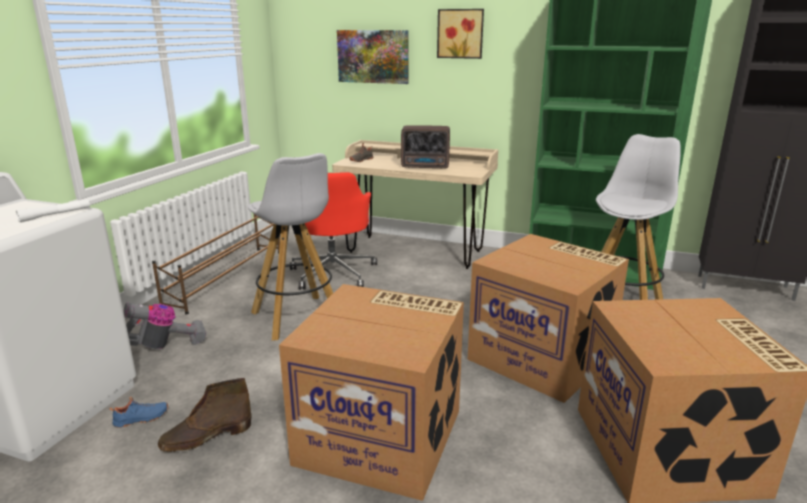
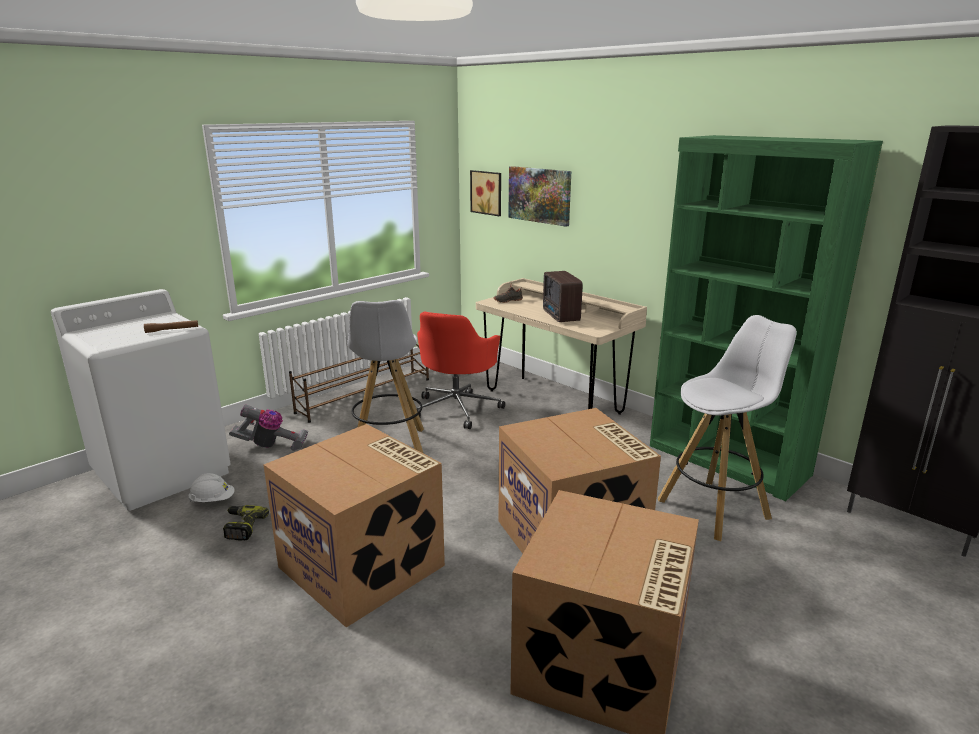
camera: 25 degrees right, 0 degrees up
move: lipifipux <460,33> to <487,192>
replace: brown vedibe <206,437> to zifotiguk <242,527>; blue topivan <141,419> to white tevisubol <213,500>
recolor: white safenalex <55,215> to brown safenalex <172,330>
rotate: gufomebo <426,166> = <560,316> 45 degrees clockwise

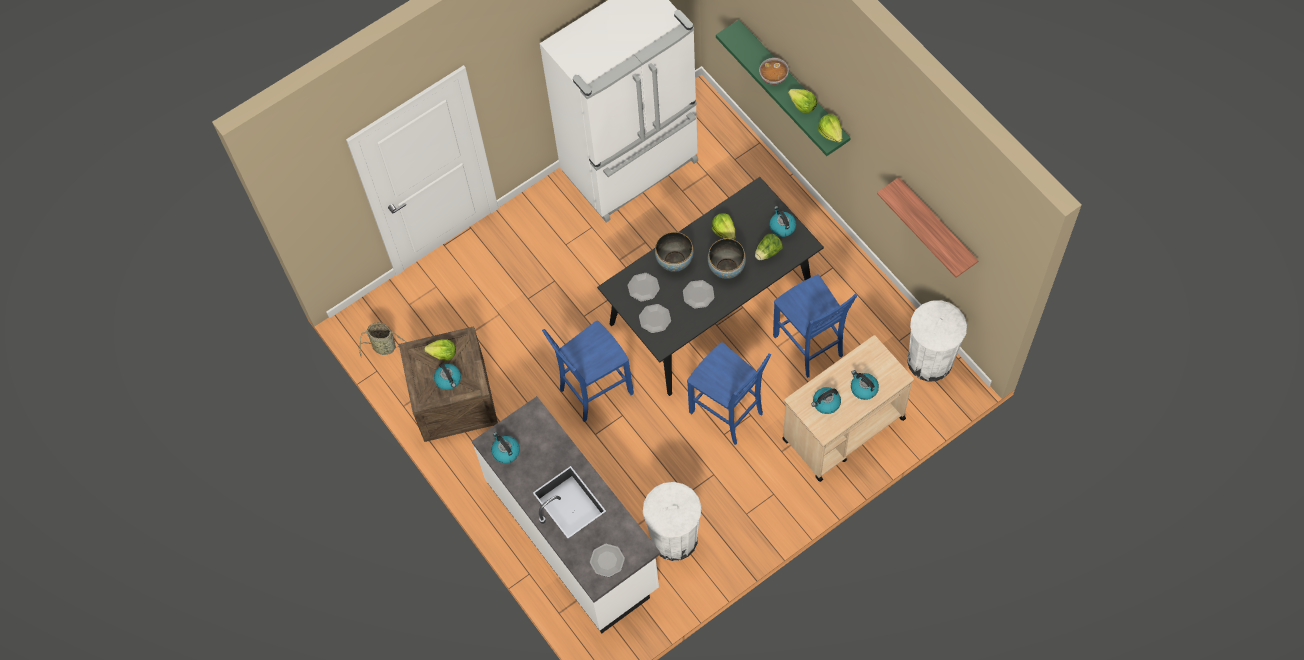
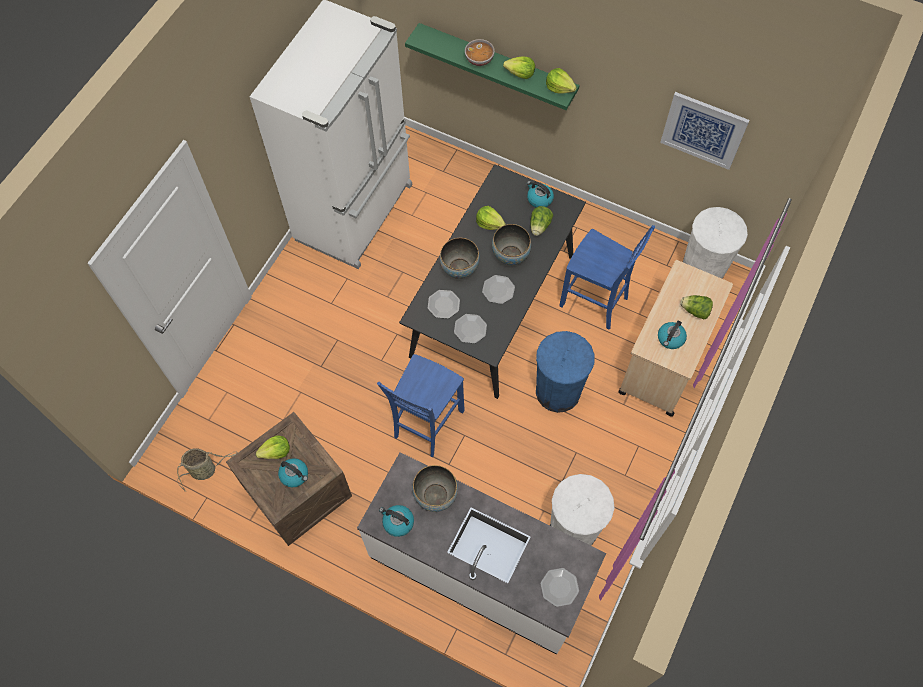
camera: 30 degrees left, 0 degrees up
insert: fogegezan <435,495>
replace: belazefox <936,225> to lipifipux <703,130>; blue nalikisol <727,413> to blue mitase <558,391>; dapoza <863,388> to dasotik <695,311>

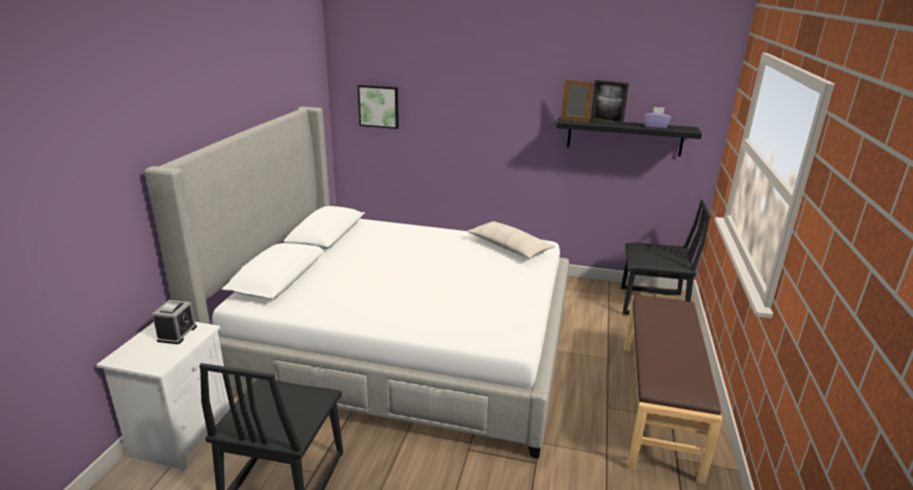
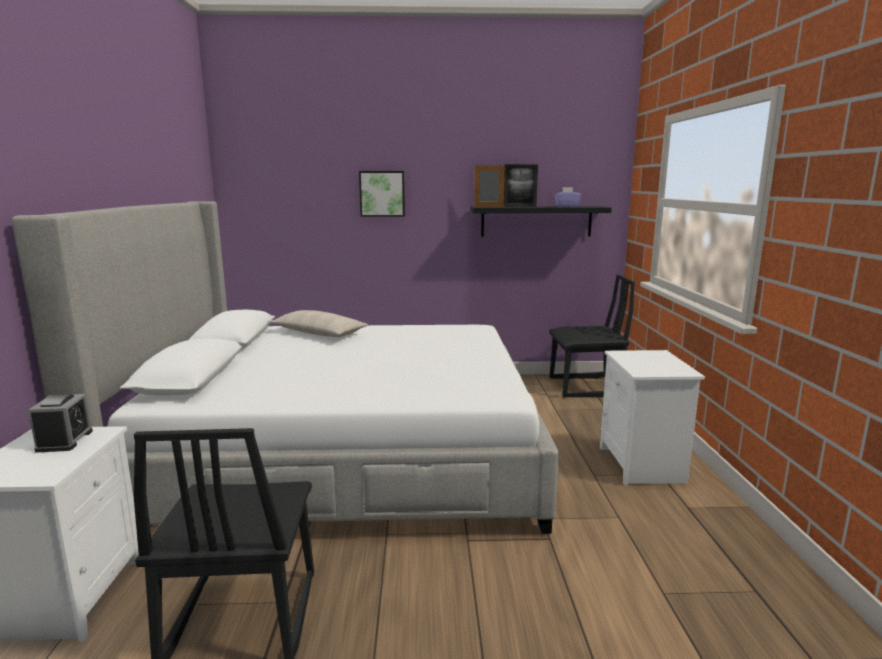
camera: 15 degrees left, 10 degrees down
move: lipifipux <379,106> to <382,194>; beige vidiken <509,247> to <319,334>
replace: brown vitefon <659,405> to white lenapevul <643,465>

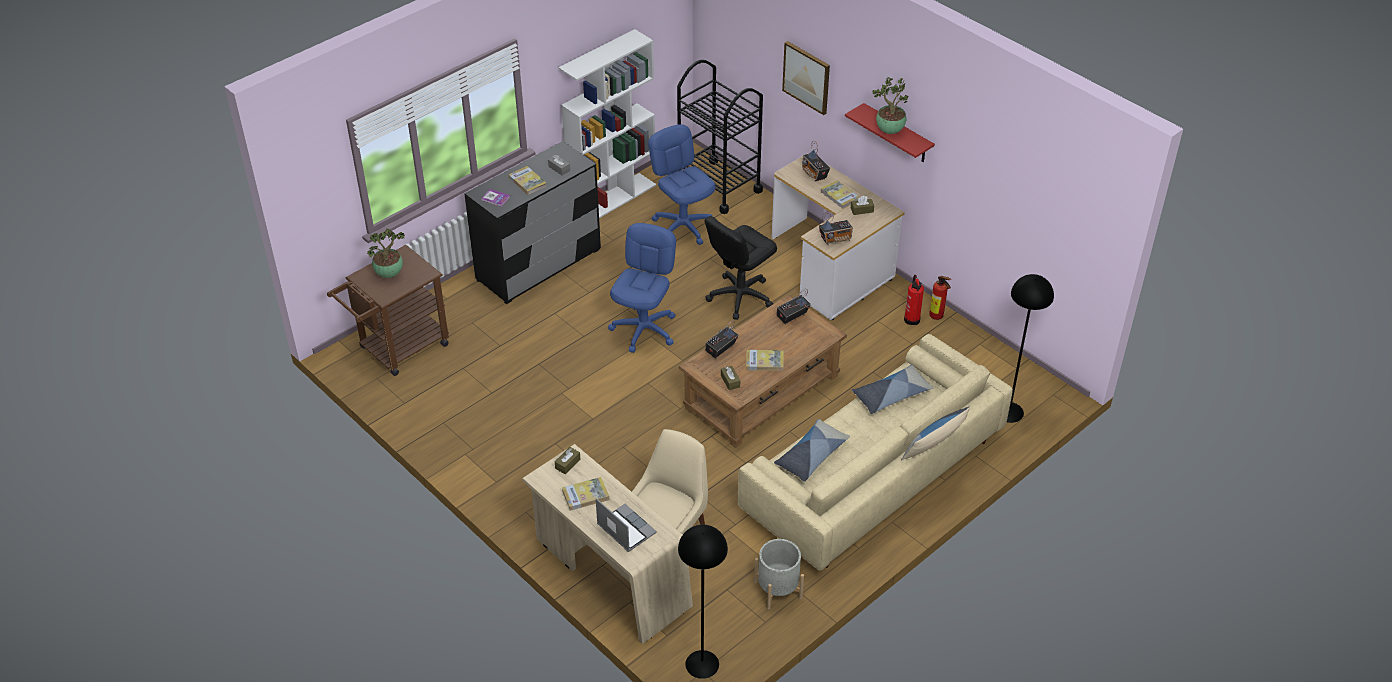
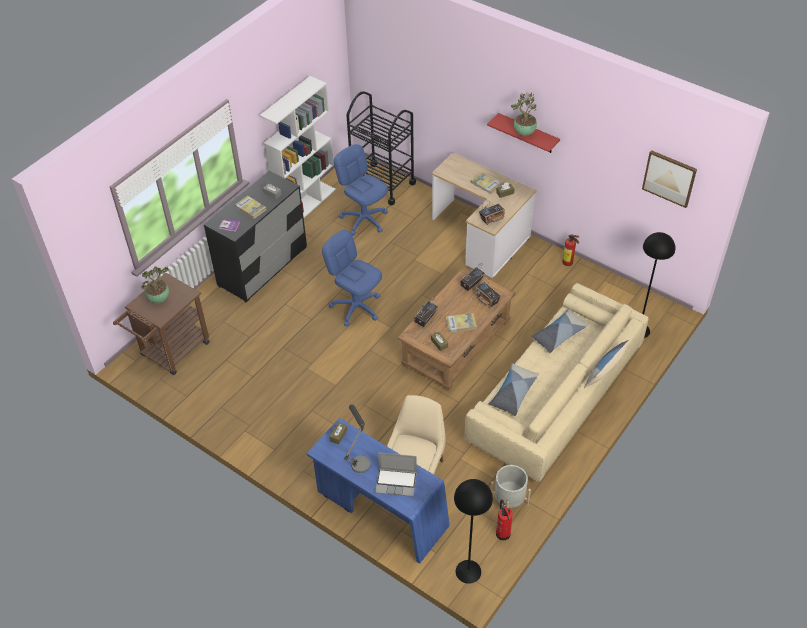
camera: 10 degrees left, 5 degrees up
delete: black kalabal <740,296>
move: lipifipux <807,77> to <669,178>; gufomebo <814,174> to <487,300>; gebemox <912,318> to <503,532>
replace: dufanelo <585,495> to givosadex <359,459>
recolor: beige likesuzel <609,574> to blue likesuzel <380,510>
rotate: blue kalabal <644,330> = <356,307> 60 degrees counterclockwise; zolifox <625,529> = <396,482> 150 degrees clockwise

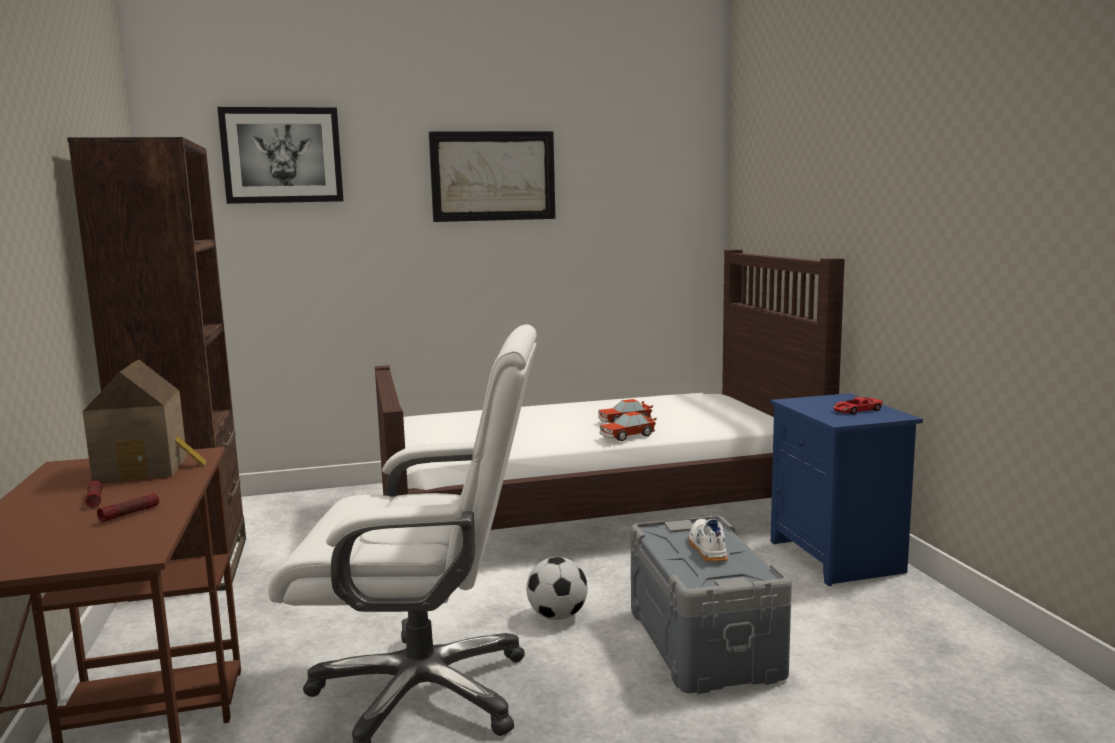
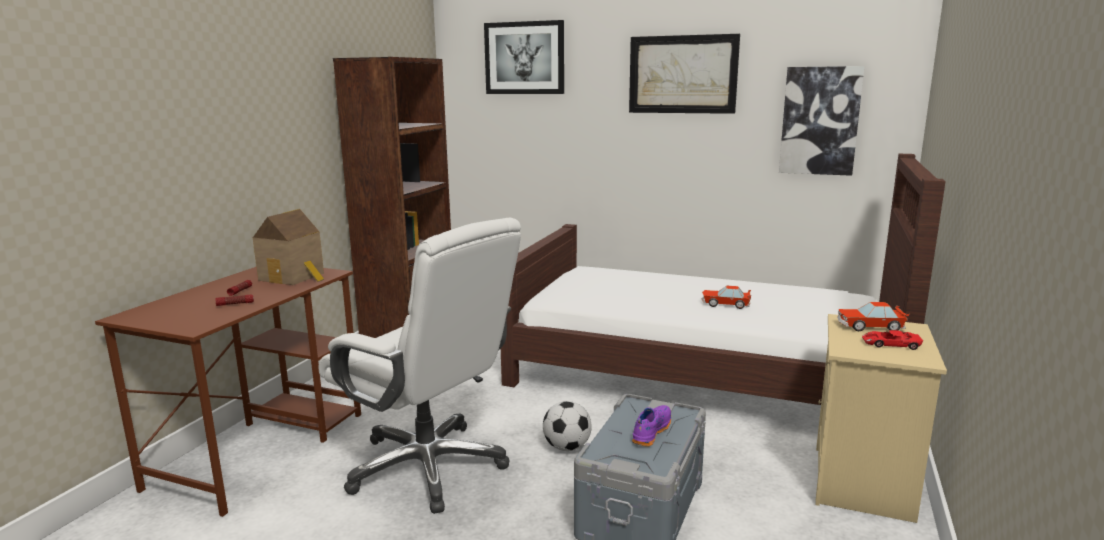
camera: 35 degrees right, 5 degrees up
insert: lipifipux <819,121>
move: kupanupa <627,436> to <869,327>
recolor: blue lenapevul <839,558> to beige lenapevul <864,484>; white topivan <706,549> to purple topivan <650,432>

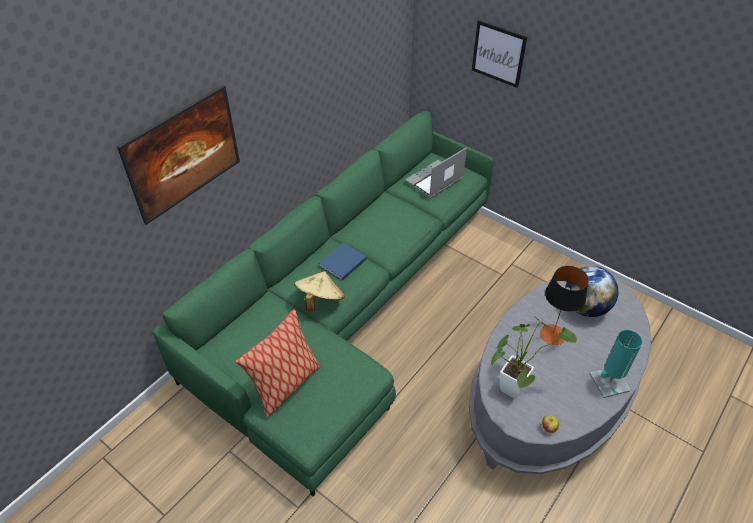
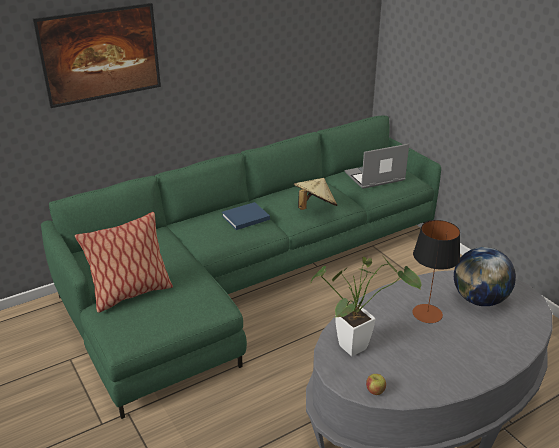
camera: 20 degrees right, 15 degrees down
delete: lipifipux <498,54>; turquoise givosadex <609,382>
move: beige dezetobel <320,300> to <314,208>

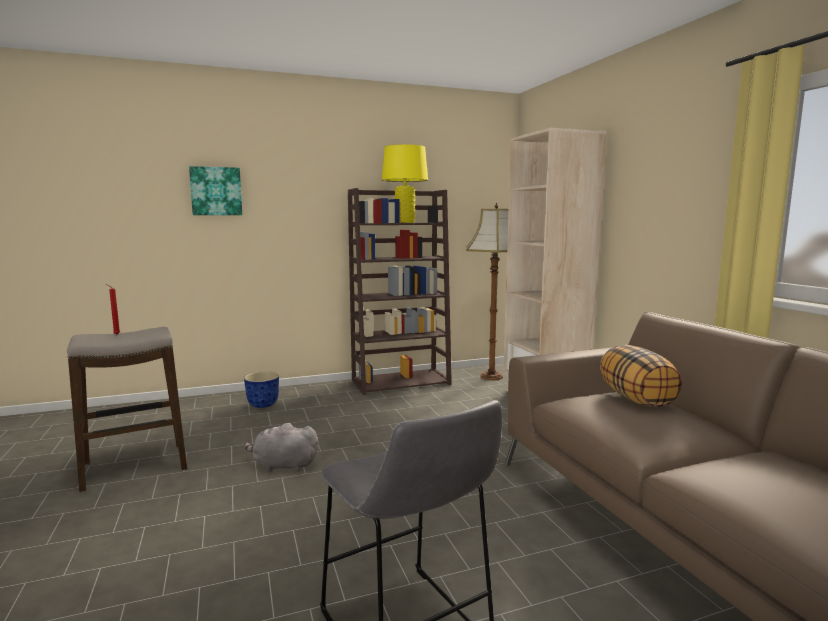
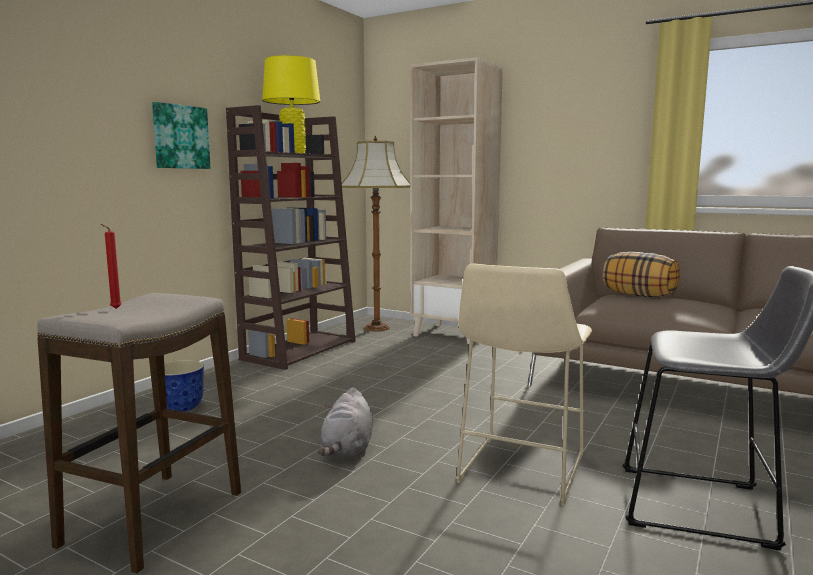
camera: 40 degrees left, 0 degrees up
insert: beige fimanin <519,471>
move: lipifipux <216,191> to <180,137>
rotate: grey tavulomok <283,465> = <348,450> 45 degrees counterclockwise

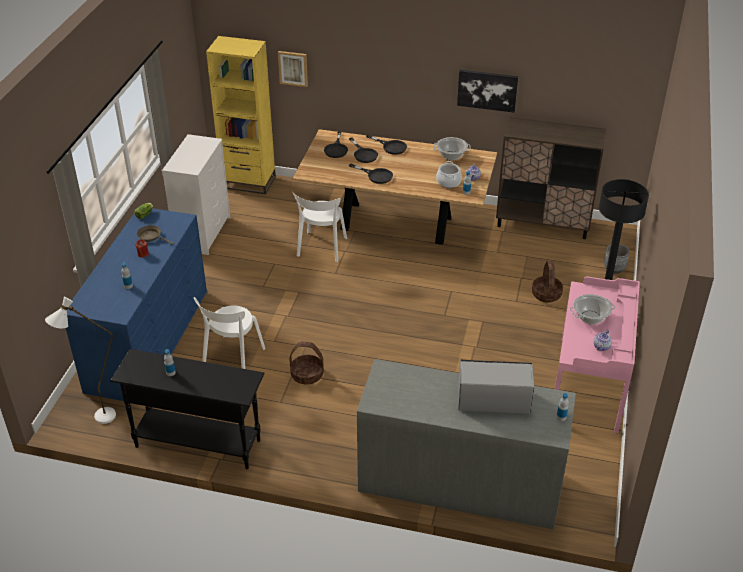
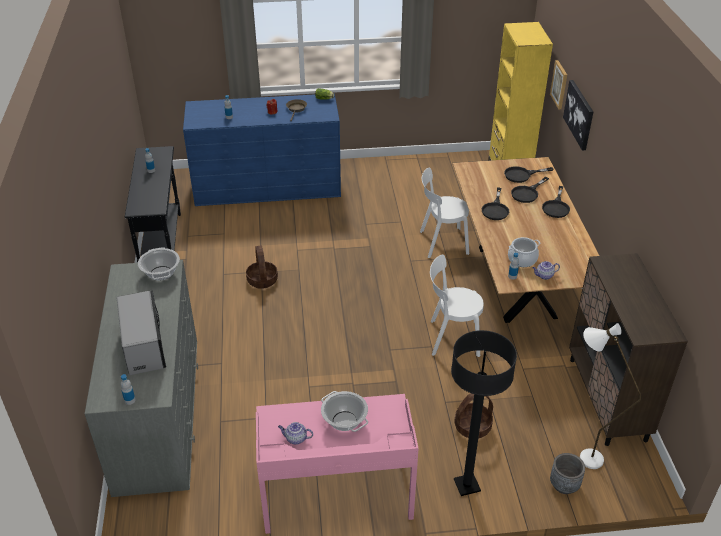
camera: 70 degrees right, 0 degrees up
delete: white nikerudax <203,233>
move: lipifipux <487,90> to <579,114>; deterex <451,156> to <161,273>; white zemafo <98,420> to <582,456>; white nalikisol <232,358> to <451,338>

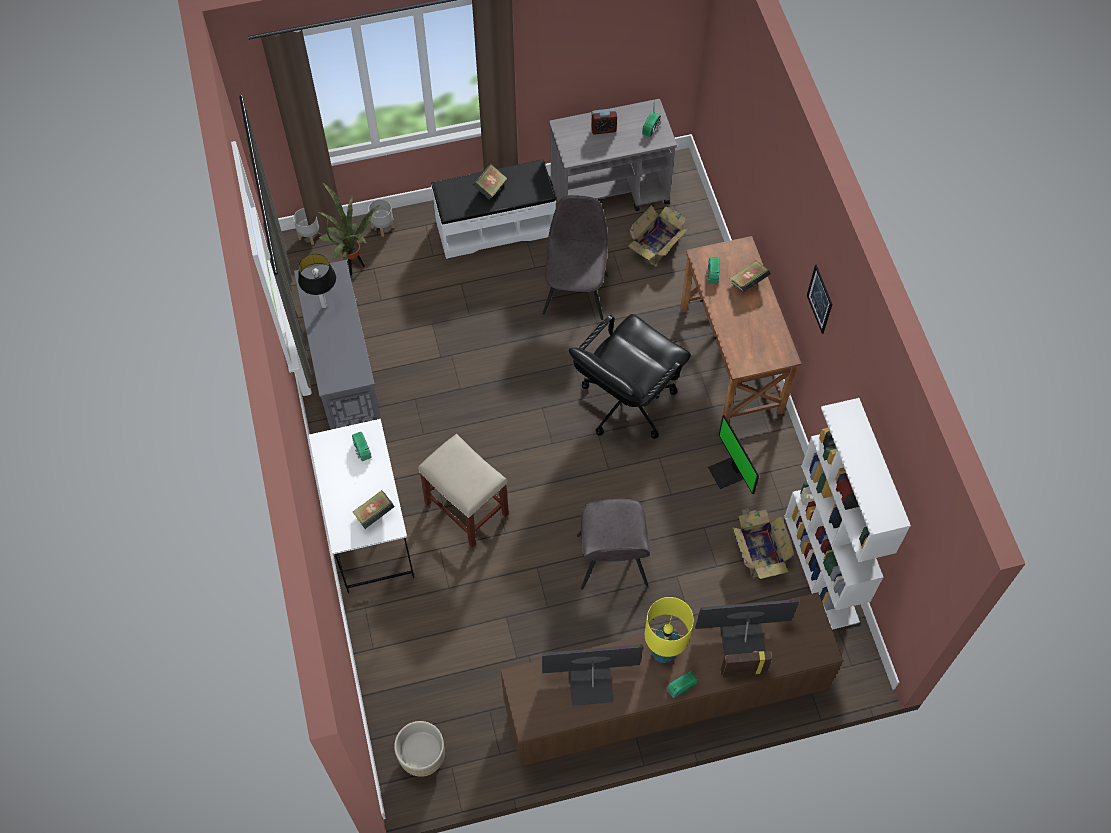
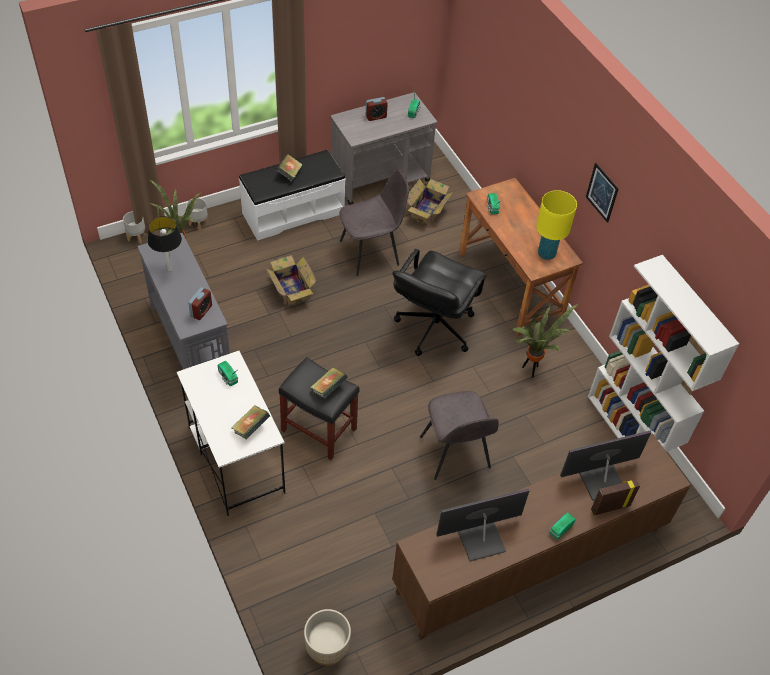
camera: 15 degrees left, 10 degrees down
insert: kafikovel <201,311>
move: dufanelo <748,283> to <328,389>; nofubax <759,550> to <291,288>; yellow givosadex <663,652> to <546,254>
replace: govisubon <727,473> to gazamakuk <532,370>
recolor: beige fimanin <467,509> to black fimanin <320,430>
rotate: grey nalikisol <575,292> = <371,252> 75 degrees clockwise

